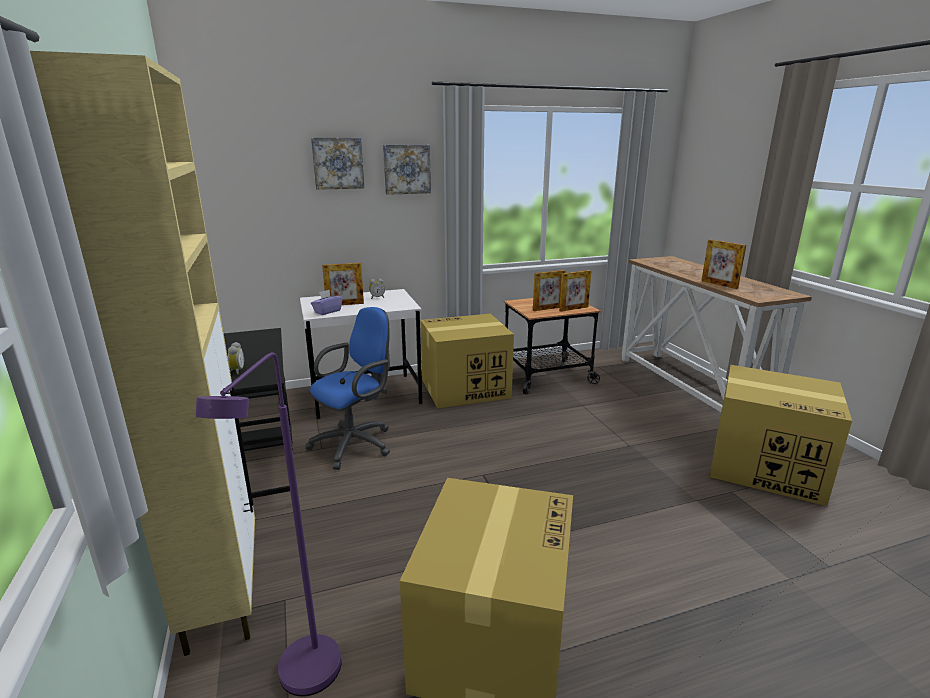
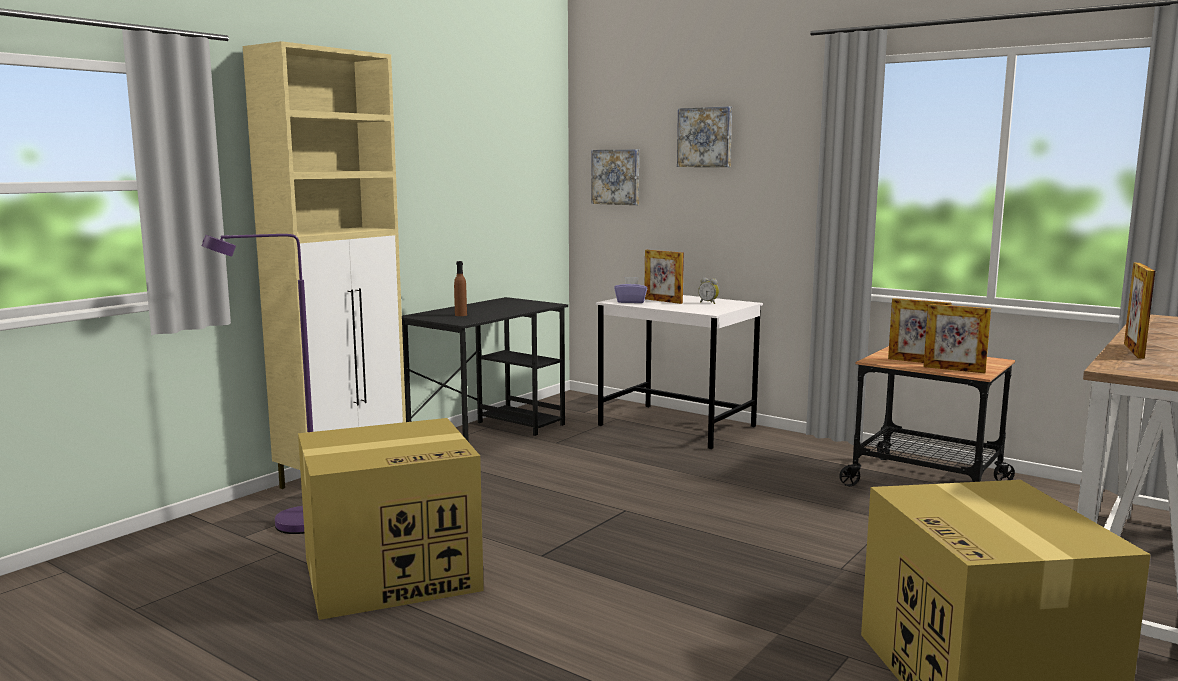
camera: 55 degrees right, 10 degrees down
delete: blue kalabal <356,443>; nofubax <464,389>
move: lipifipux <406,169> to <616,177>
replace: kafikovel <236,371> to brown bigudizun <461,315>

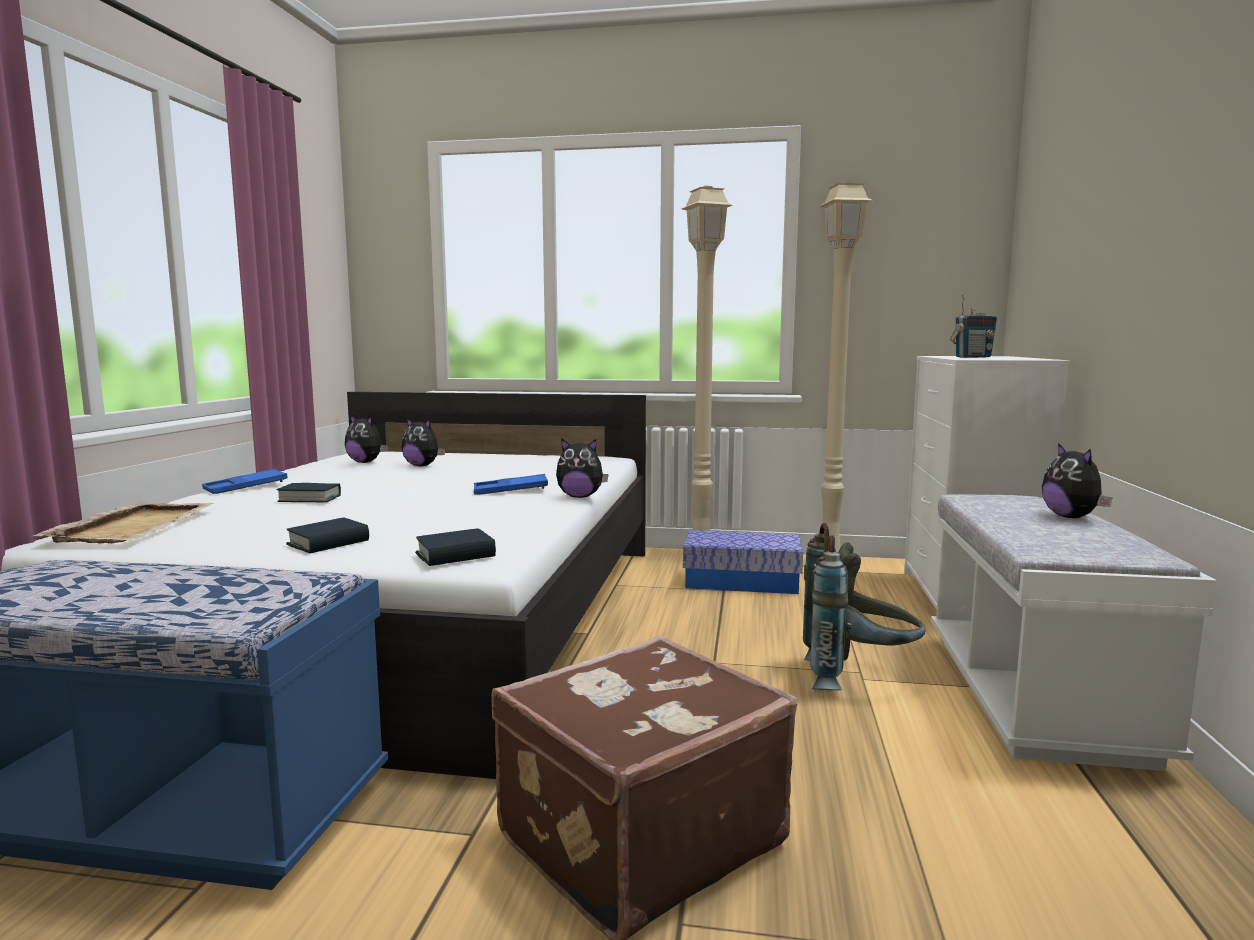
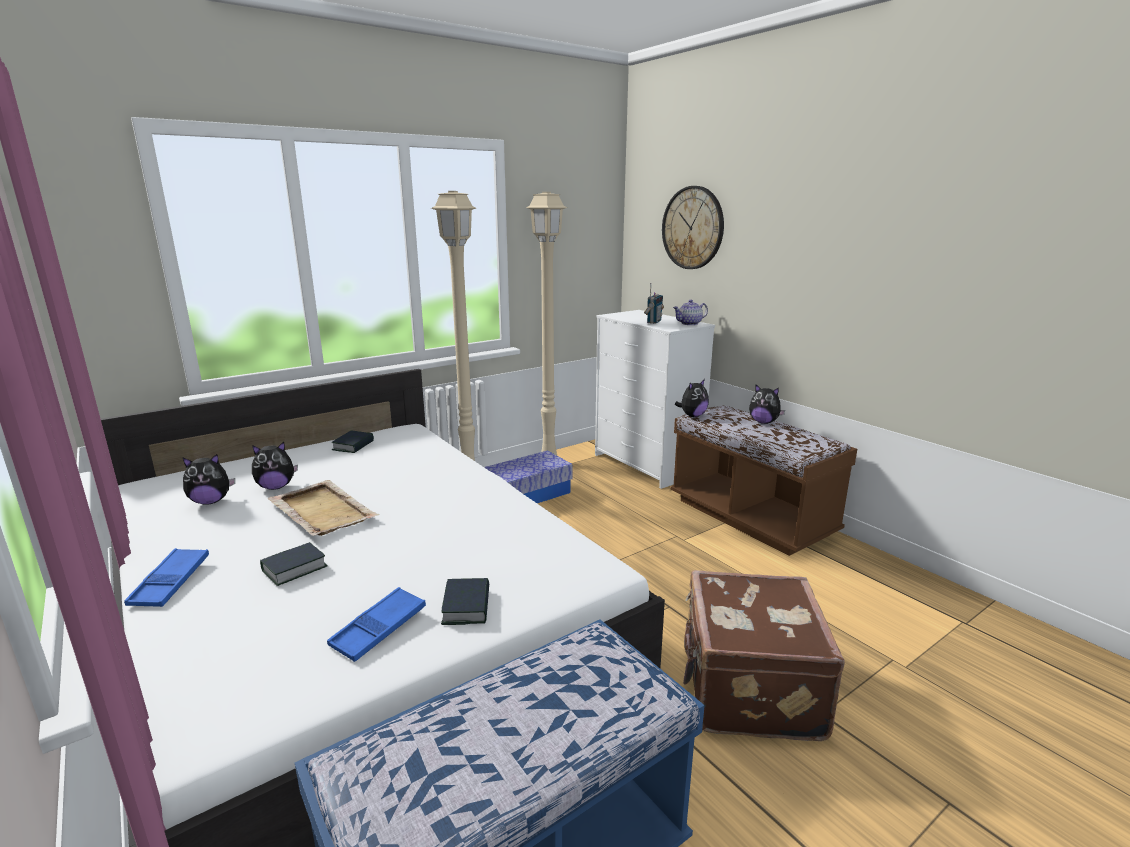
camera: 45 degrees left, 10 degrees up
delete: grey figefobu <857,678>
insert: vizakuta <693,228>; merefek <689,323>
move: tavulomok <580,497> to <692,416>; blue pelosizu <510,491> to <379,629>; beige pelosizu <134,526> to <322,510>; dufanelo <455,555> to <353,445>
recolor: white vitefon <1034,696> to brown vitefon <750,517>

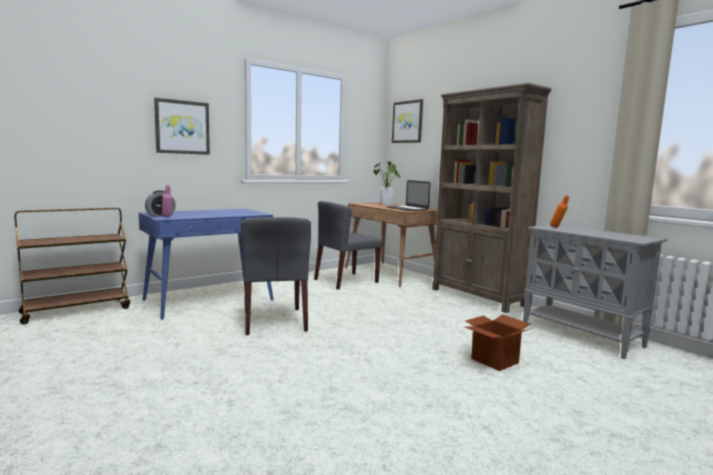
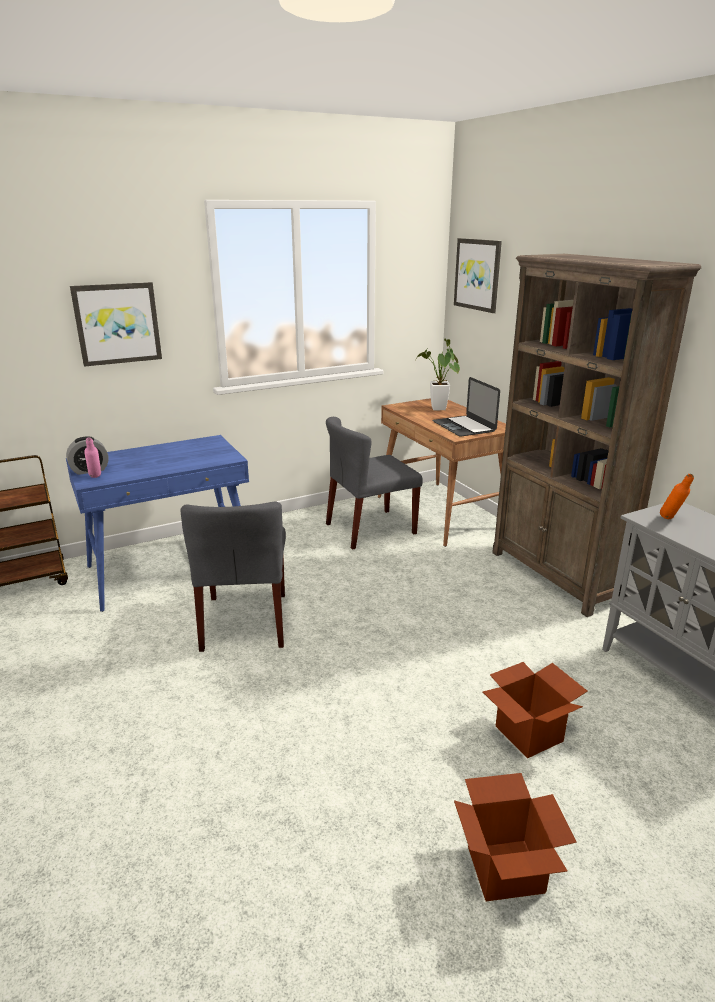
camera: 10 degrees right, 15 degrees up
insert: nofubax <505,870>

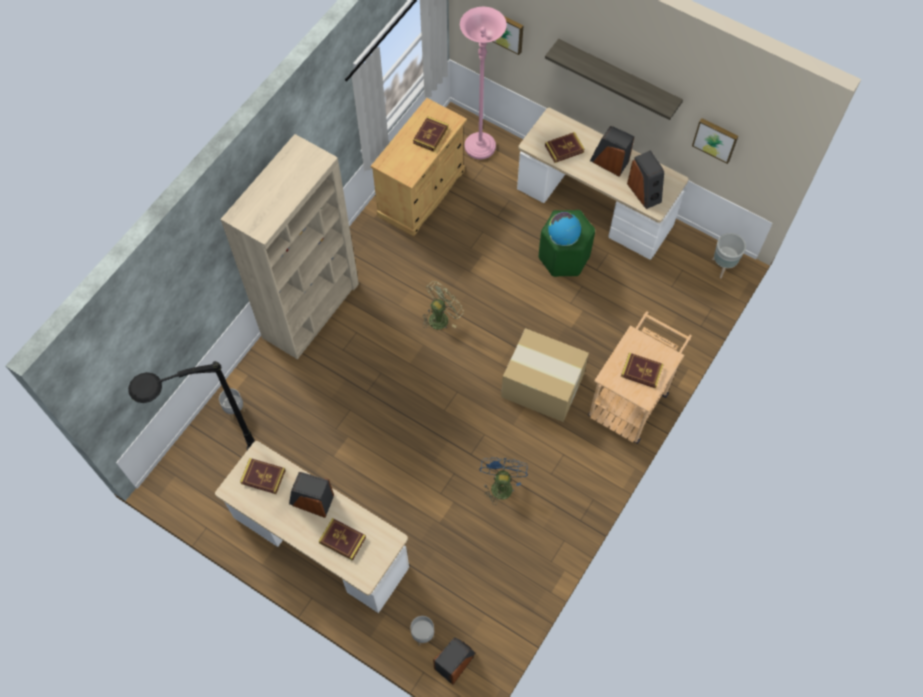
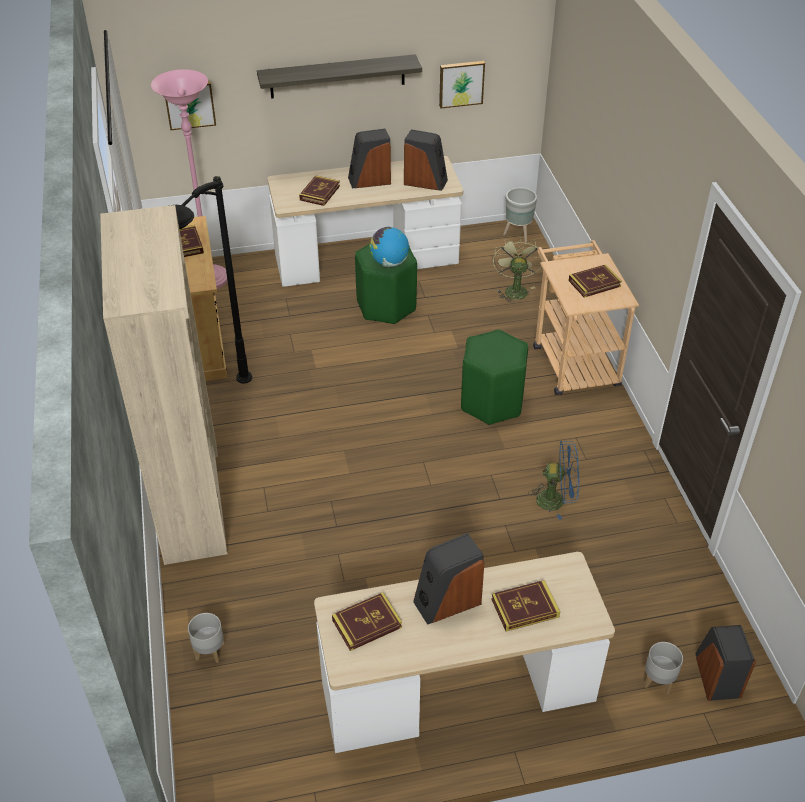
camera: 45 degrees left, 20 degrees down
move: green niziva <441,317> to <514,289>; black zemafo <212,464> to <220,411>
replace: nofubax <543,386> to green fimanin <492,403>
rotate: blue niziva <501,484> = <556,500> 135 degrees clockwise

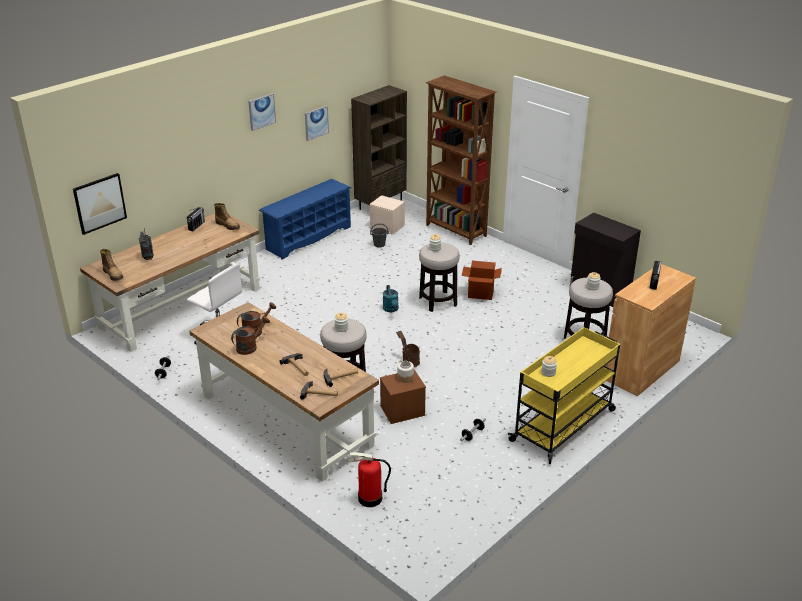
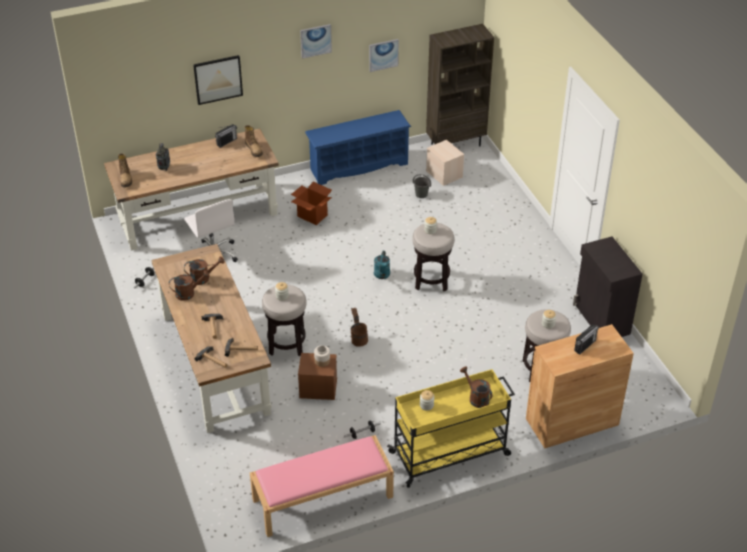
camera: 25 degrees right, 10 degrees up
delete: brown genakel <456,231>; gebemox <370,498>
insert: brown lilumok <476,398>; pink vitefon <322,498>
move: lipifipux <100,203> to <218,79>; nofubax <480,294> to <312,216>

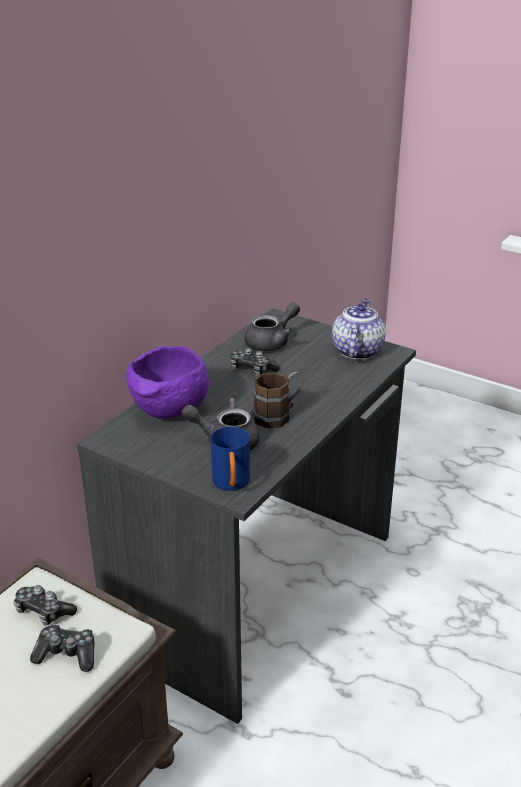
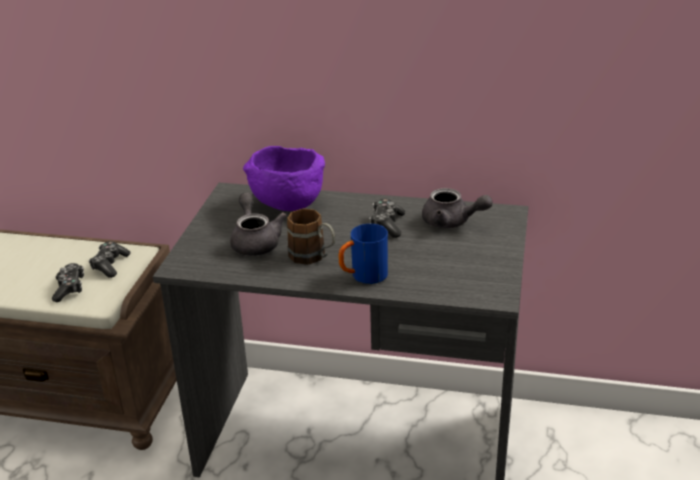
camera: 70 degrees right, 0 degrees up
delete: merefek <357,350>
move: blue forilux <231,485> to <363,277>

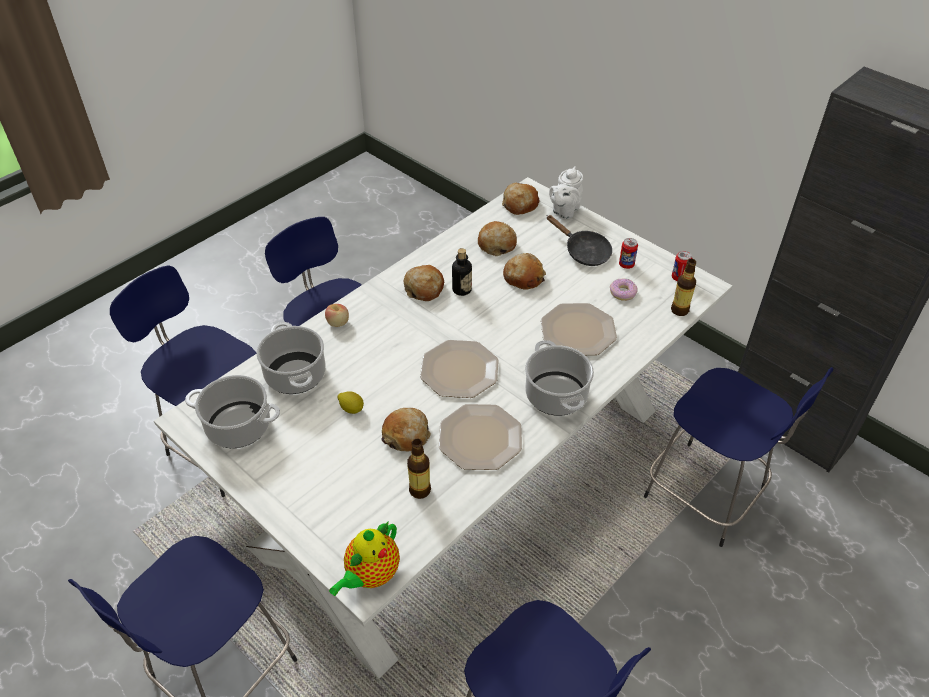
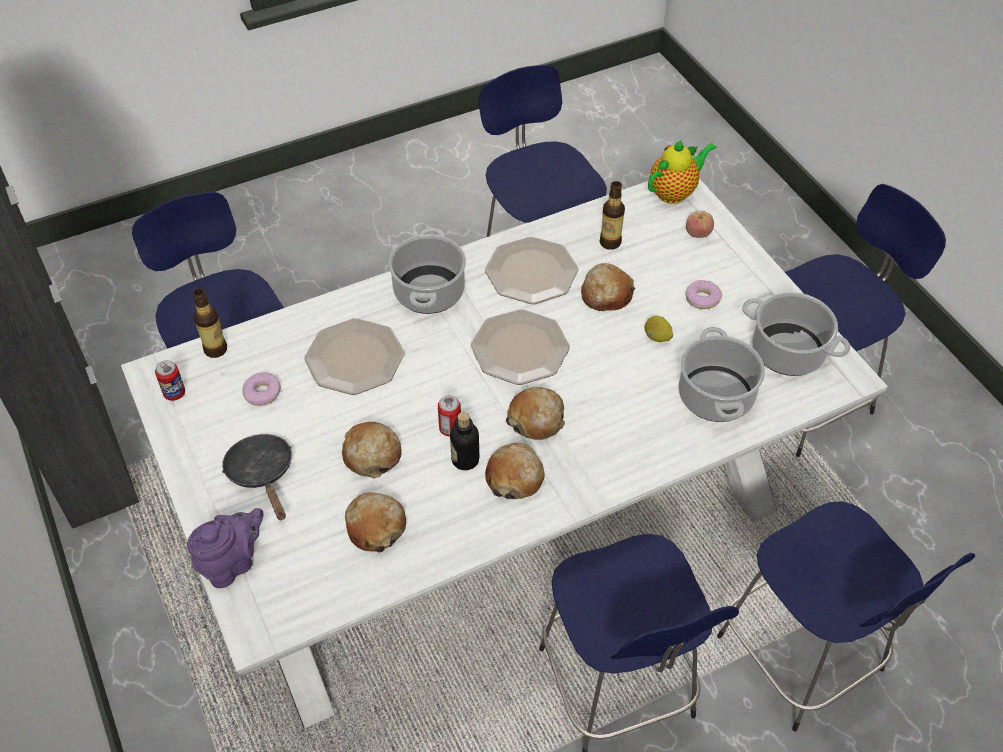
camera: 160 degrees left, 5 degrees up
insert: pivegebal <702,298>
move: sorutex <520,204> to <536,419>; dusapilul <626,265> to <450,429>; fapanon <338,323> to <698,233>
recolor: white merefek <564,211> to purple merefek <233,563>

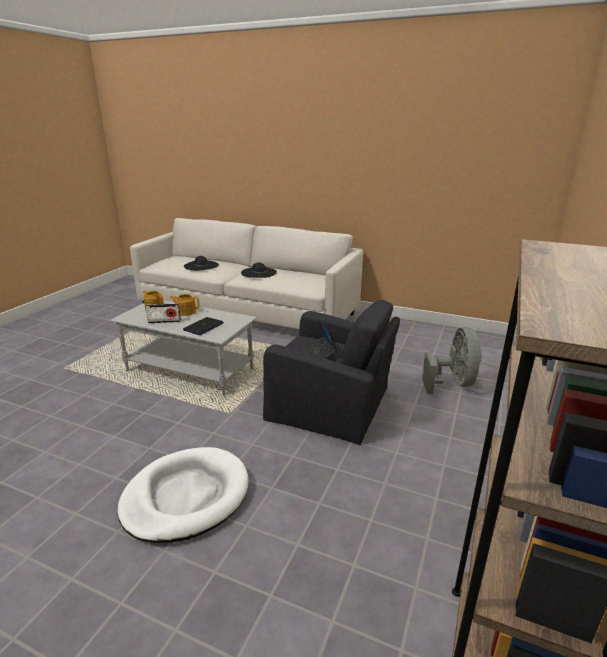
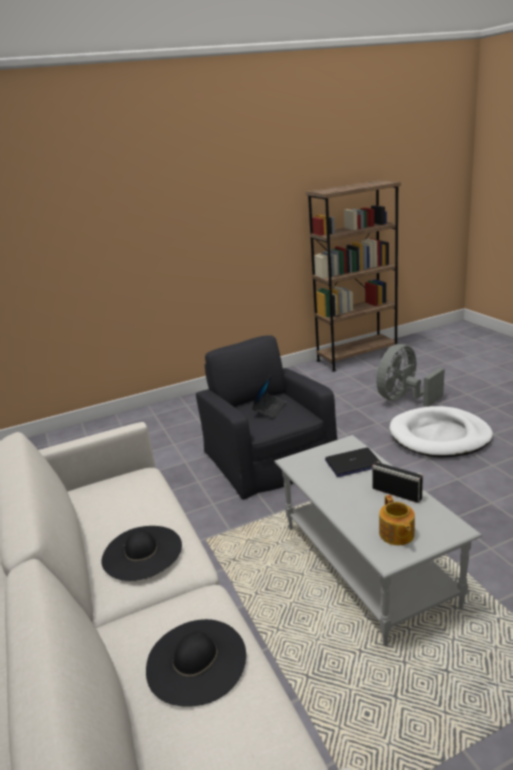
camera: 135 degrees left, 0 degrees up
delete: merefek <186,312>
move: grey niziva <453,383> to <404,399>

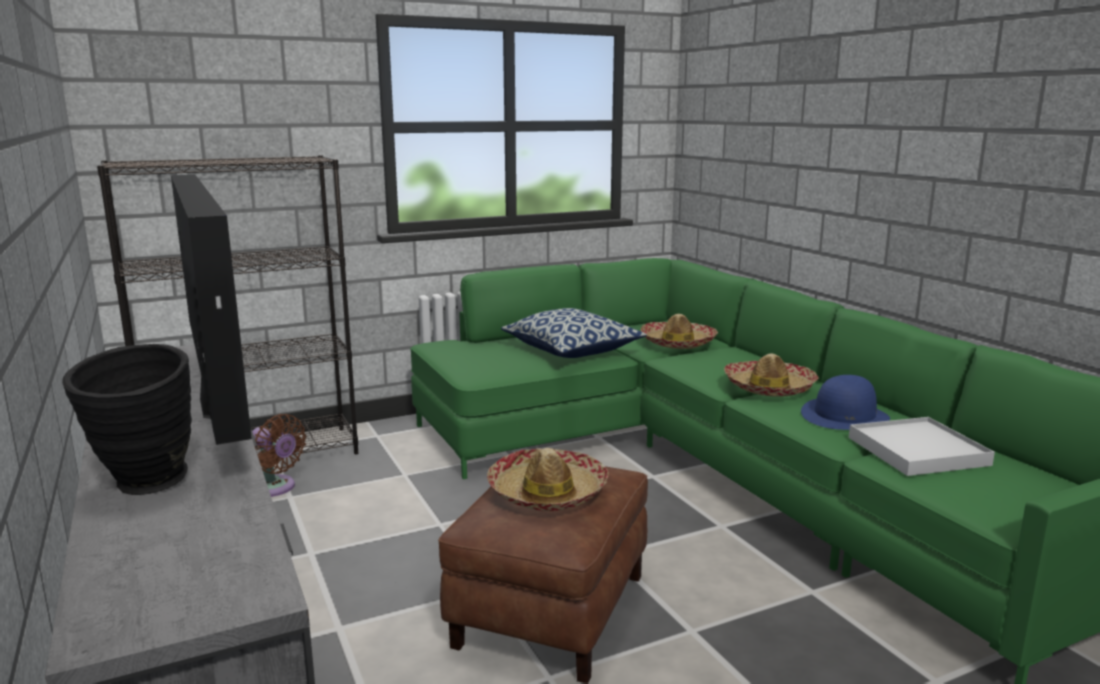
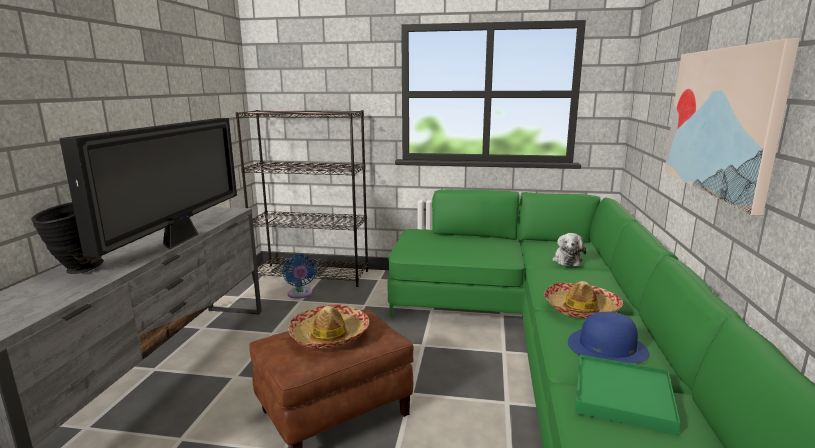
camera: 35 degrees right, 0 degrees up
delete: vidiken <572,350>
insert: lipifipux <722,121>
replace: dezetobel <678,343> to tavulomok <567,260>
recolor: brown niziva <275,488> to blue niziva <300,294>; white pelosizu <917,451> to green pelosizu <622,396>

